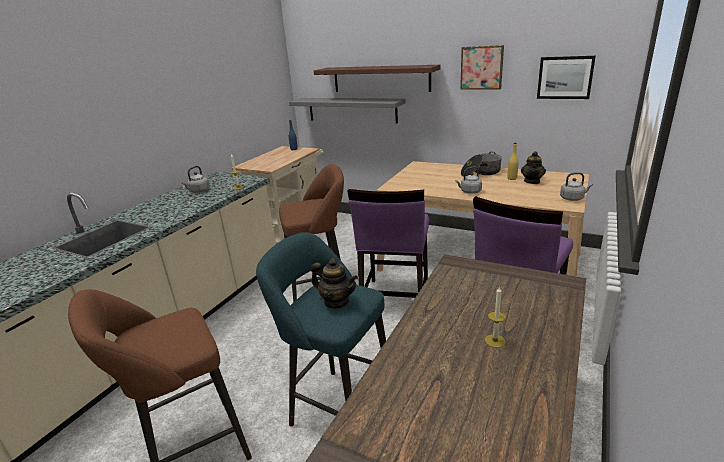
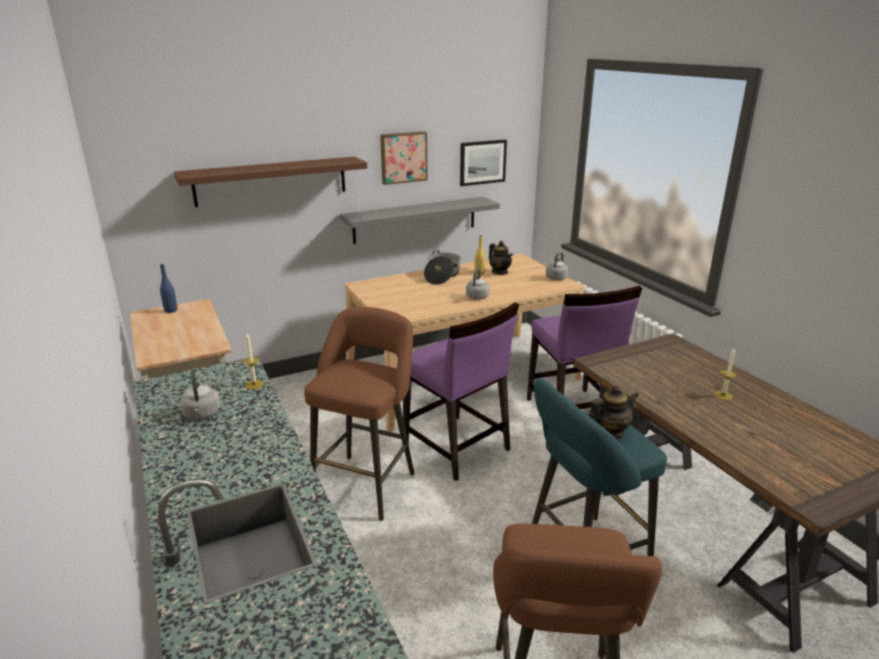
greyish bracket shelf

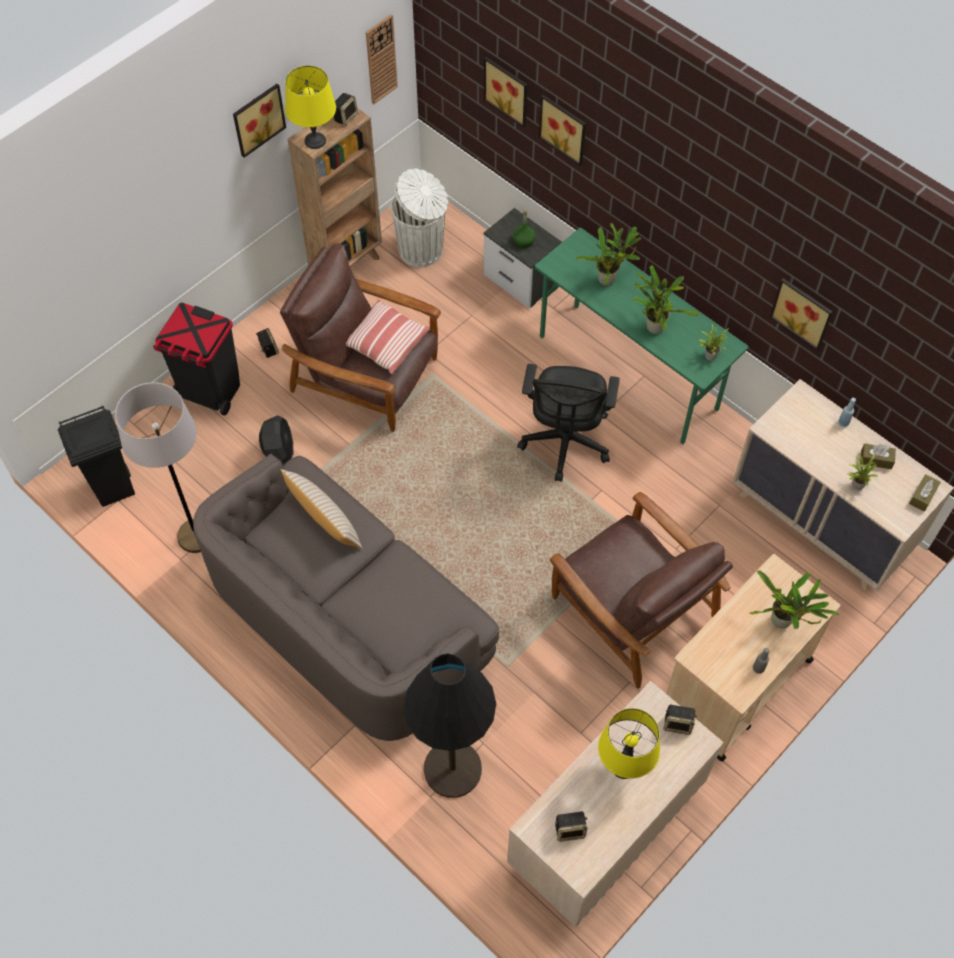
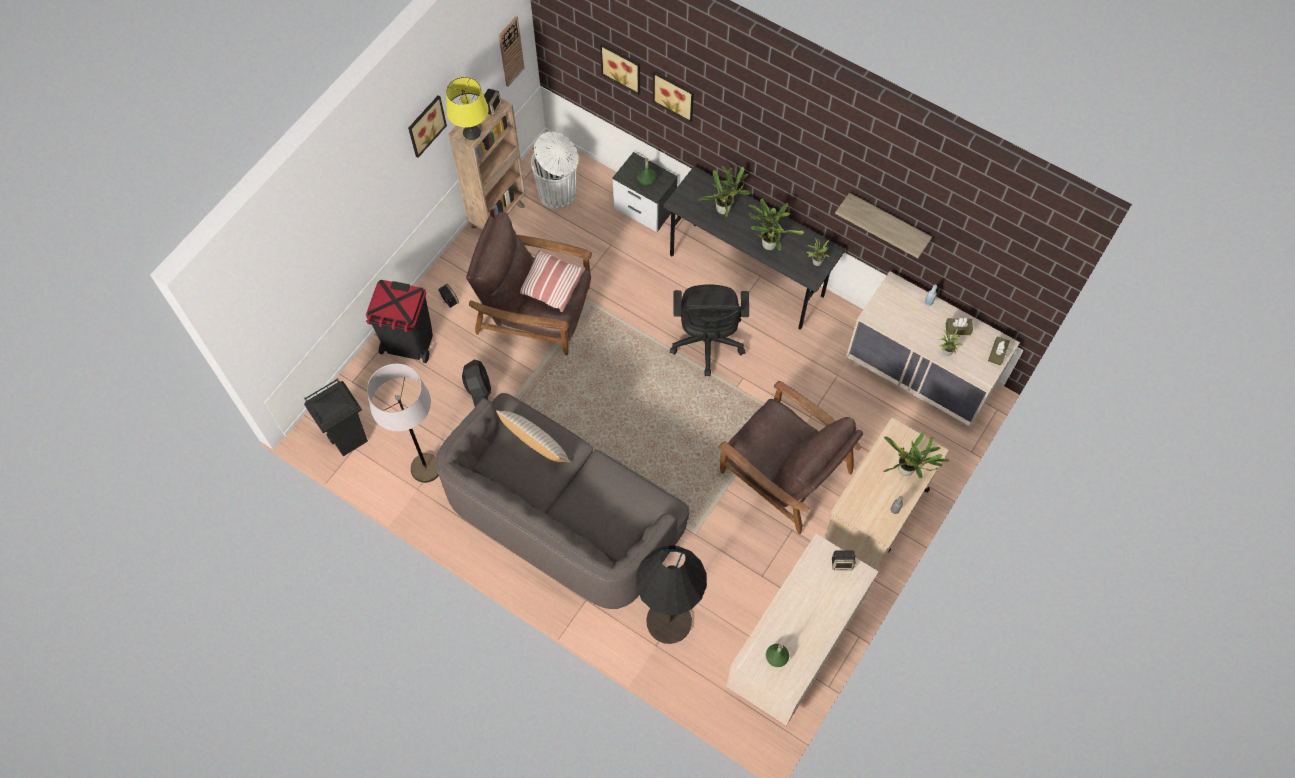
greyish desk
green-coloured beverage bottle (2nd from left)
yellow table lamp (2nd from left in the first image)
bracket shelf

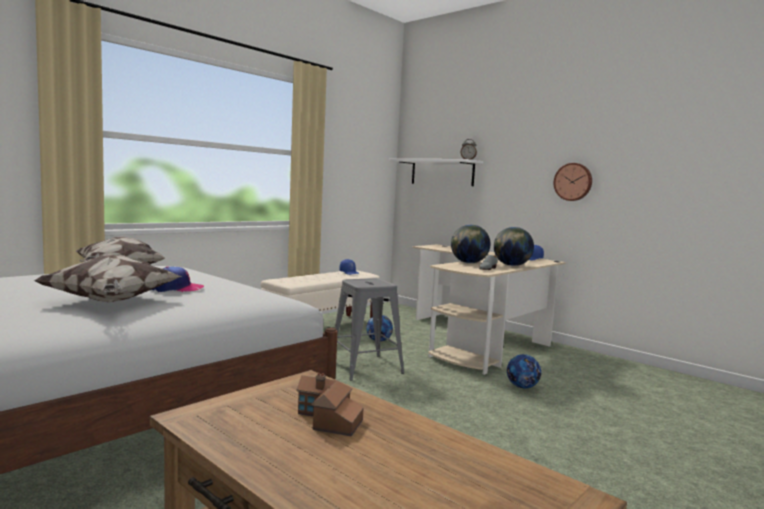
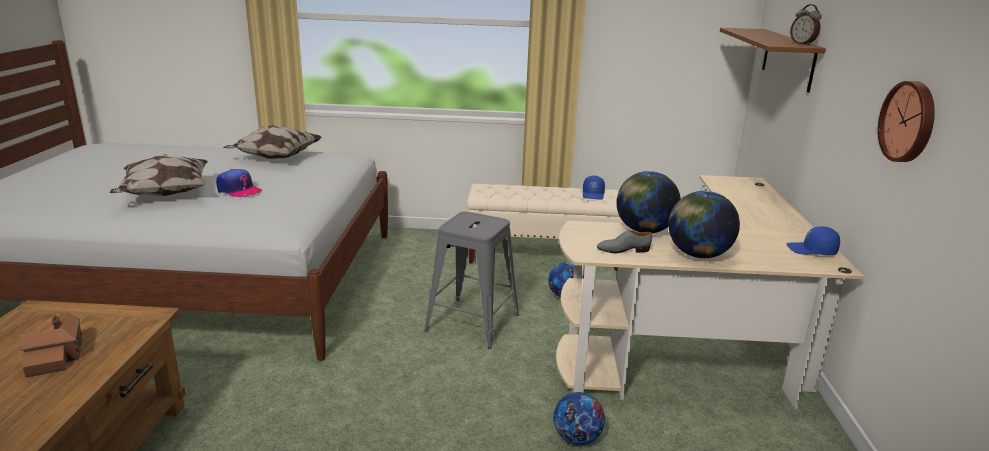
brownish bracket shelf

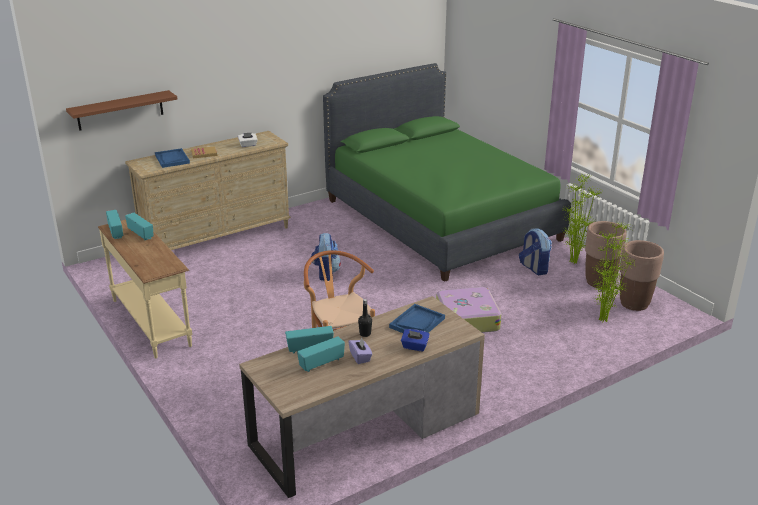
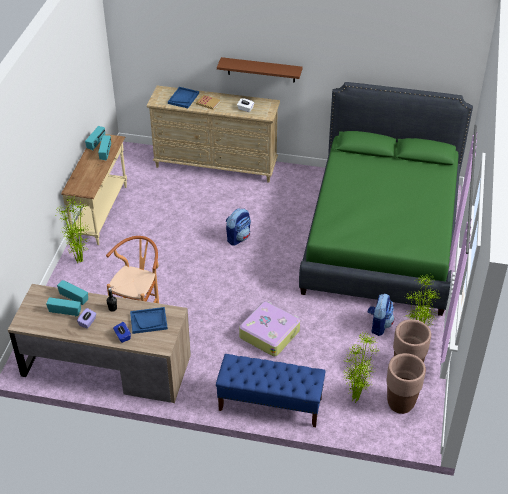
brownish bracket shelf
houseplant (1st from left)
bluish long seat

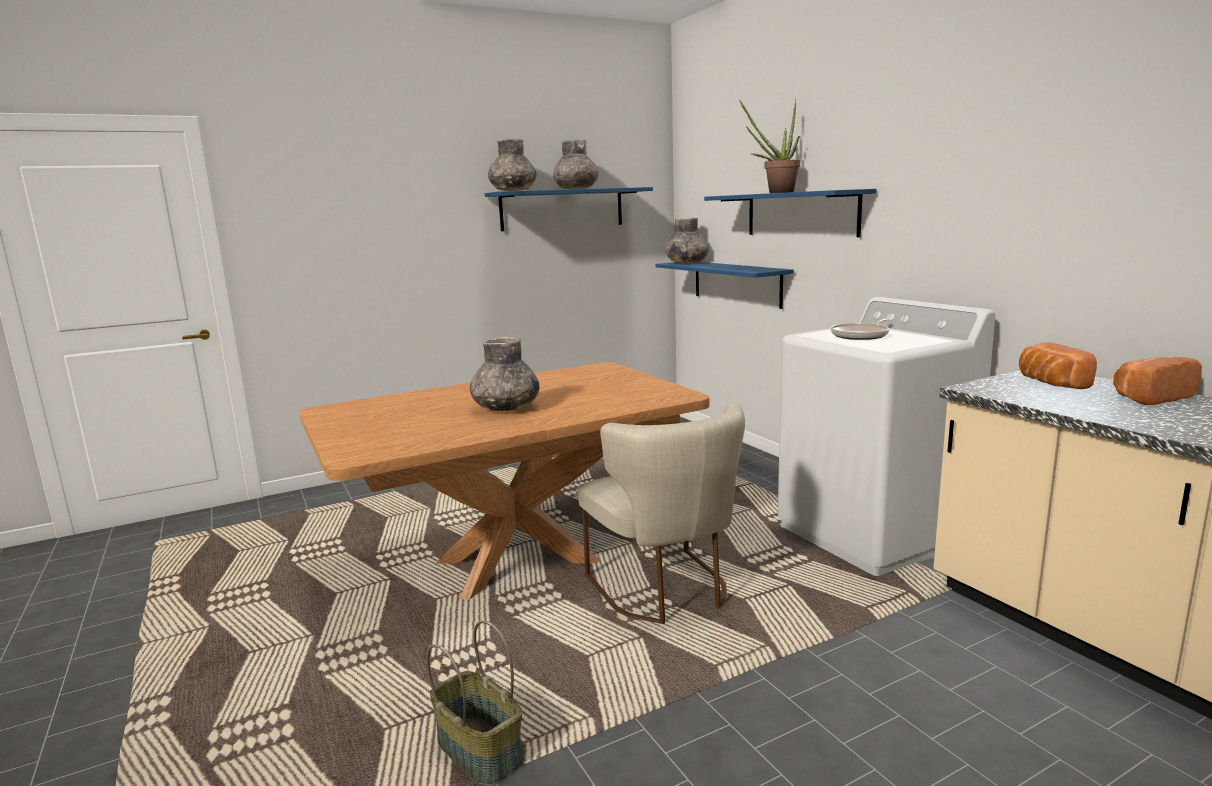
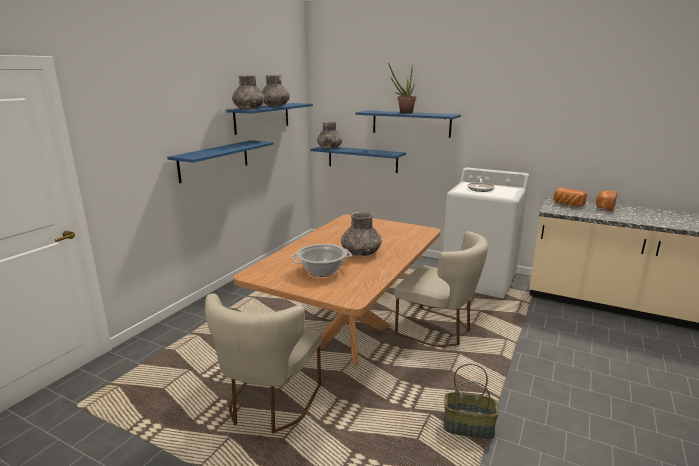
bluish bracket shelf (1st from left)
sand-coloured upright chair (1st from left)
cooking pot

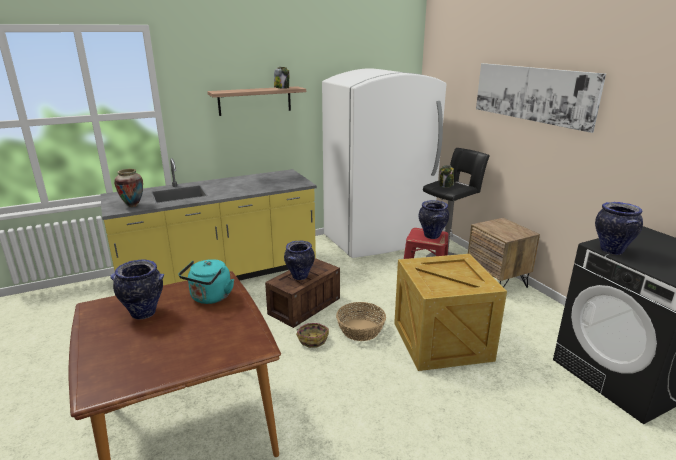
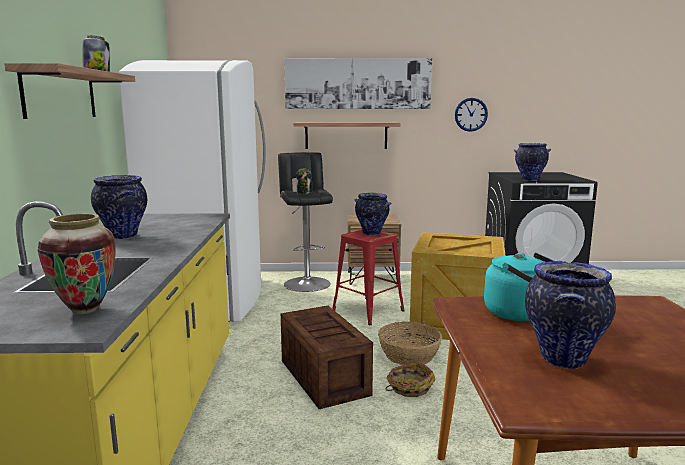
vase (2nd from left)
bracket shelf (2nd from left)
clock on the wall

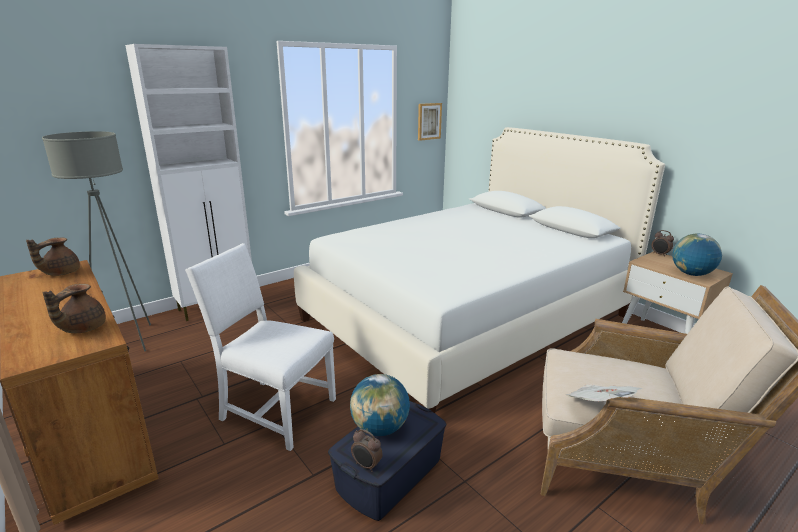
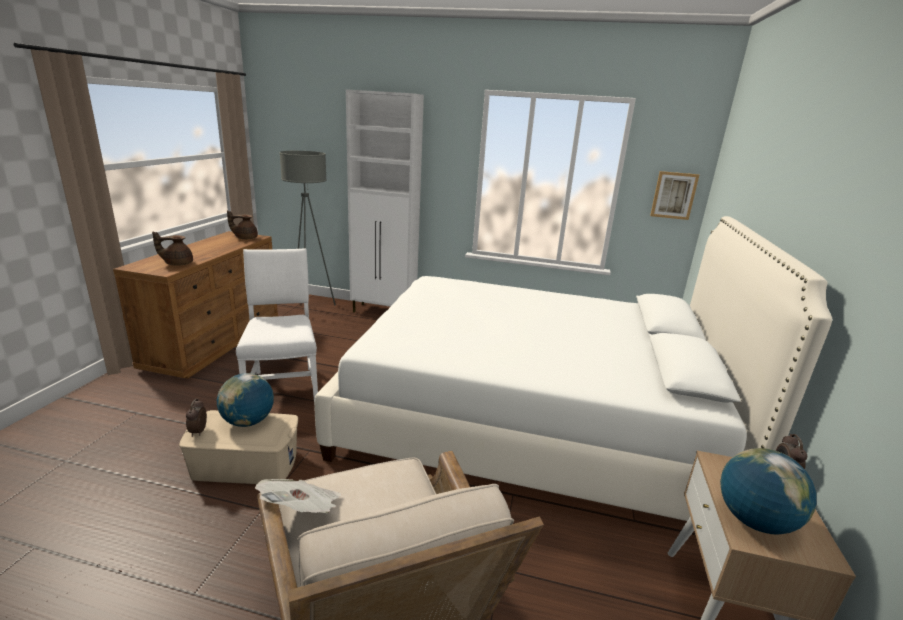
sand-coloured storage box

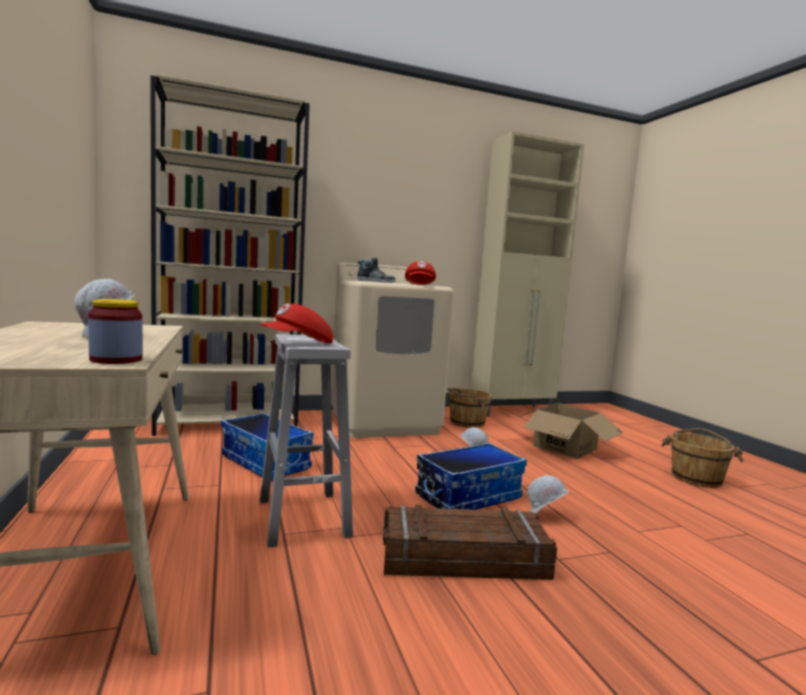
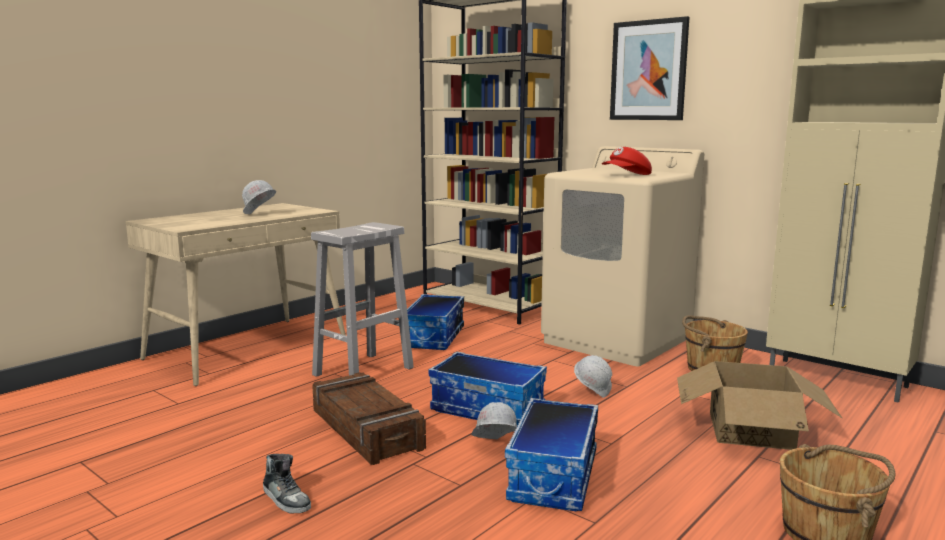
jar
reddish baseball cap (1st from left in the first image)
low shoe
storage box (3rd from left)
wall picture

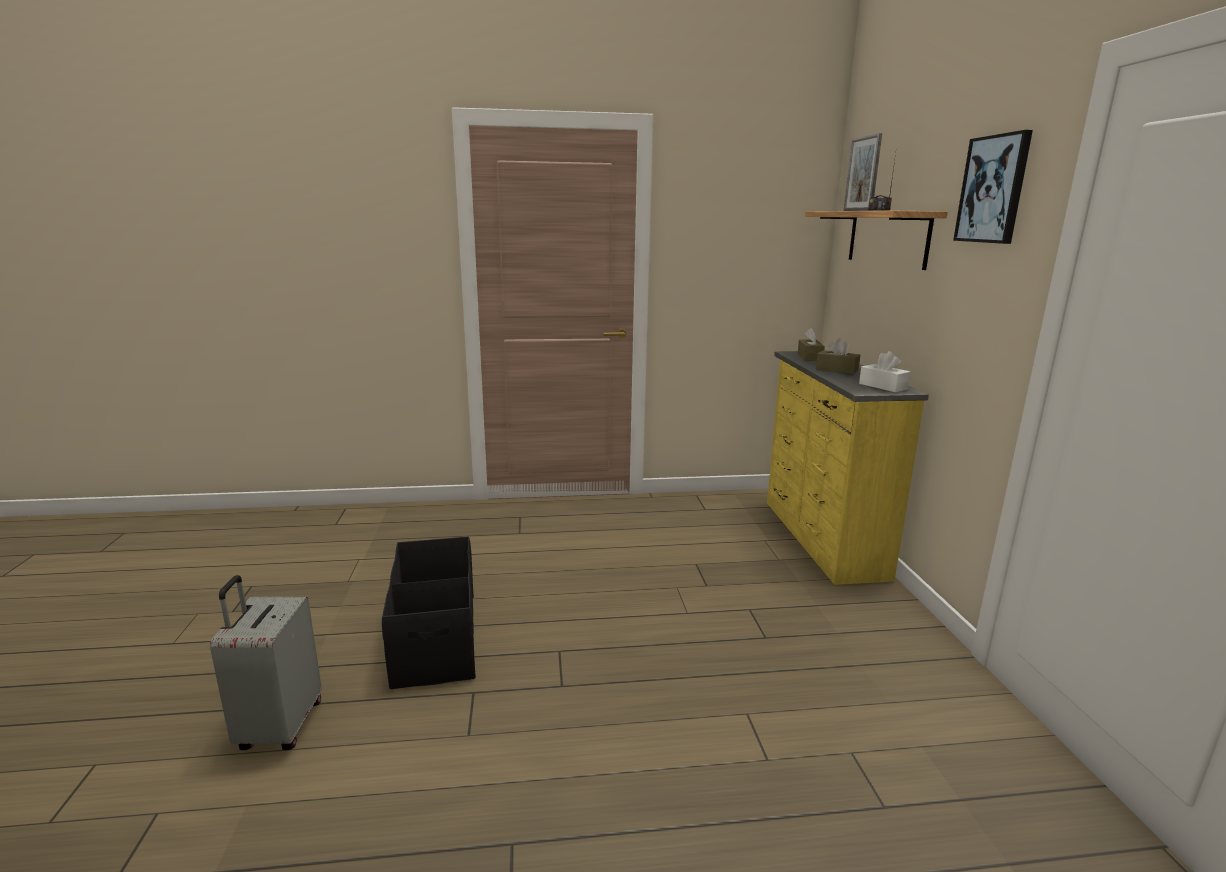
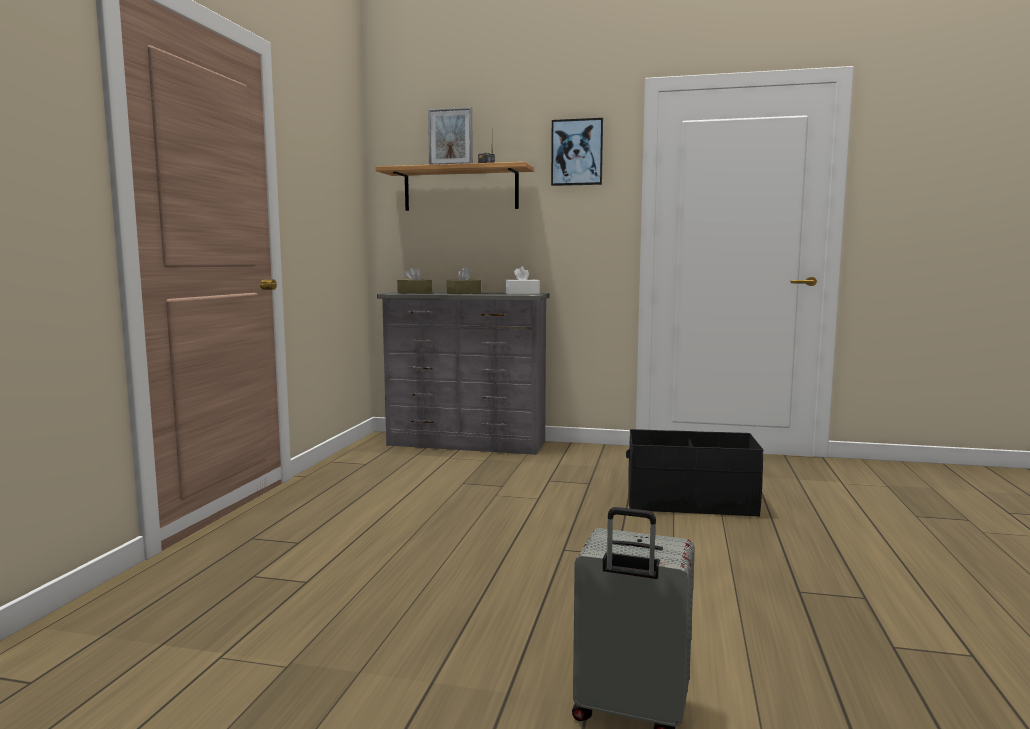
black storage box
greyish drawer chest

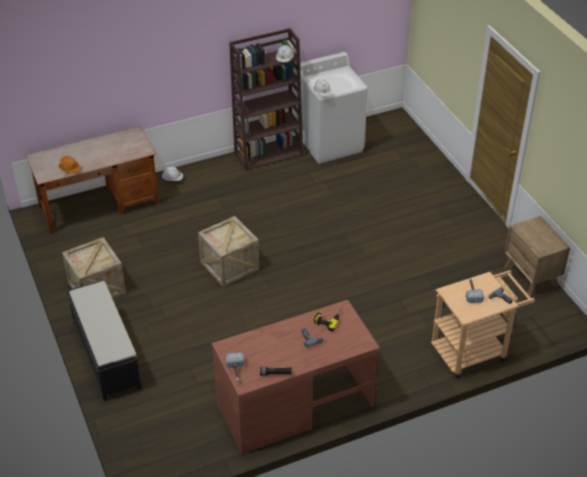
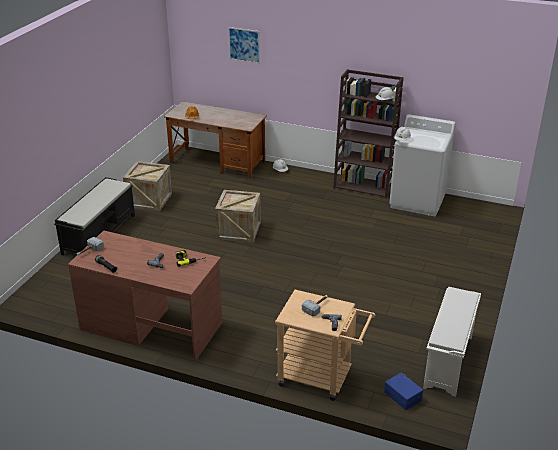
white-coloured shoe stand
wall picture
bluish storage box

